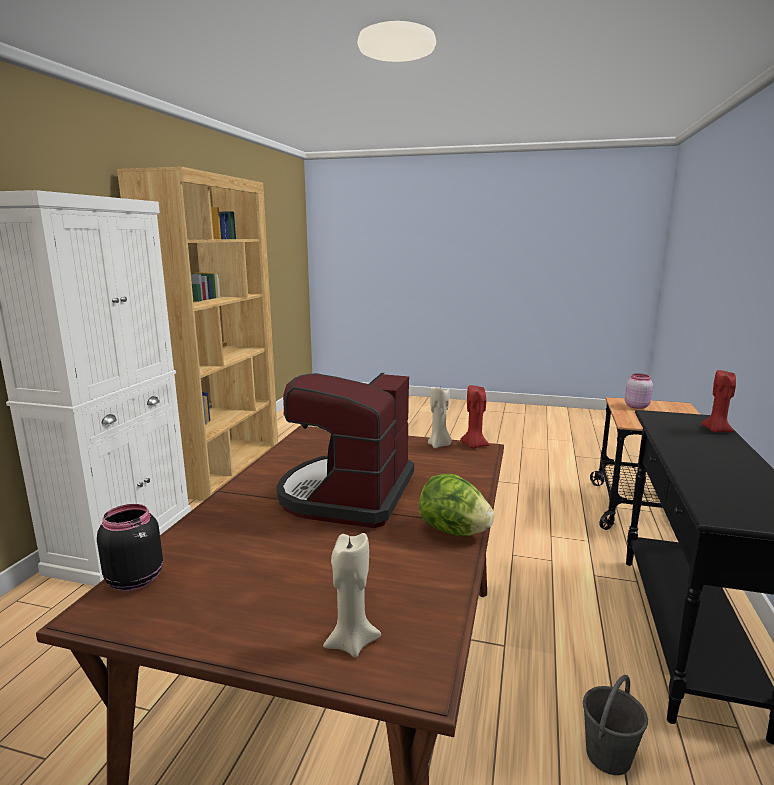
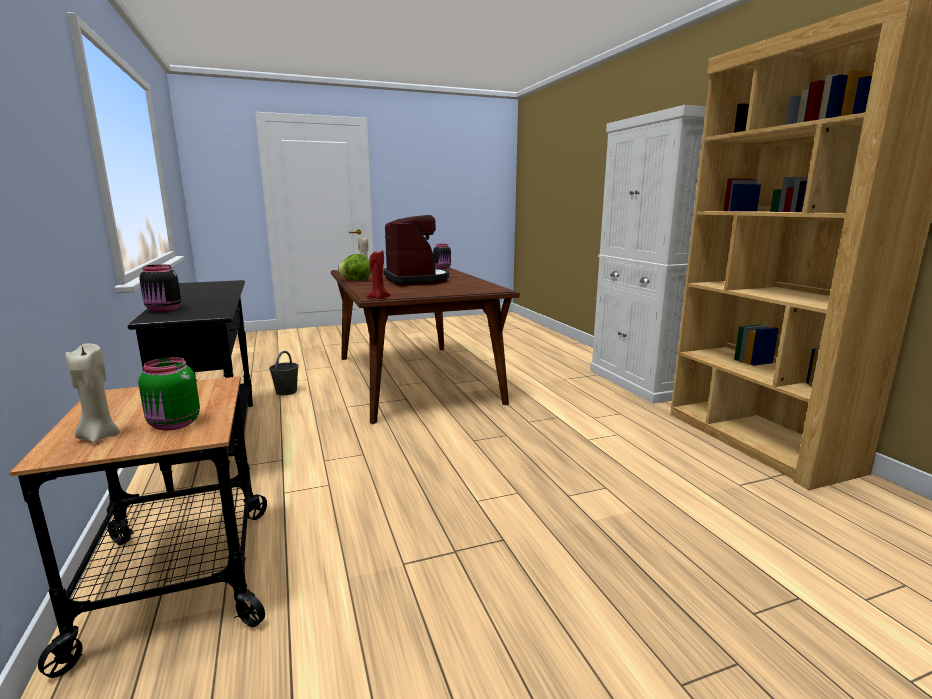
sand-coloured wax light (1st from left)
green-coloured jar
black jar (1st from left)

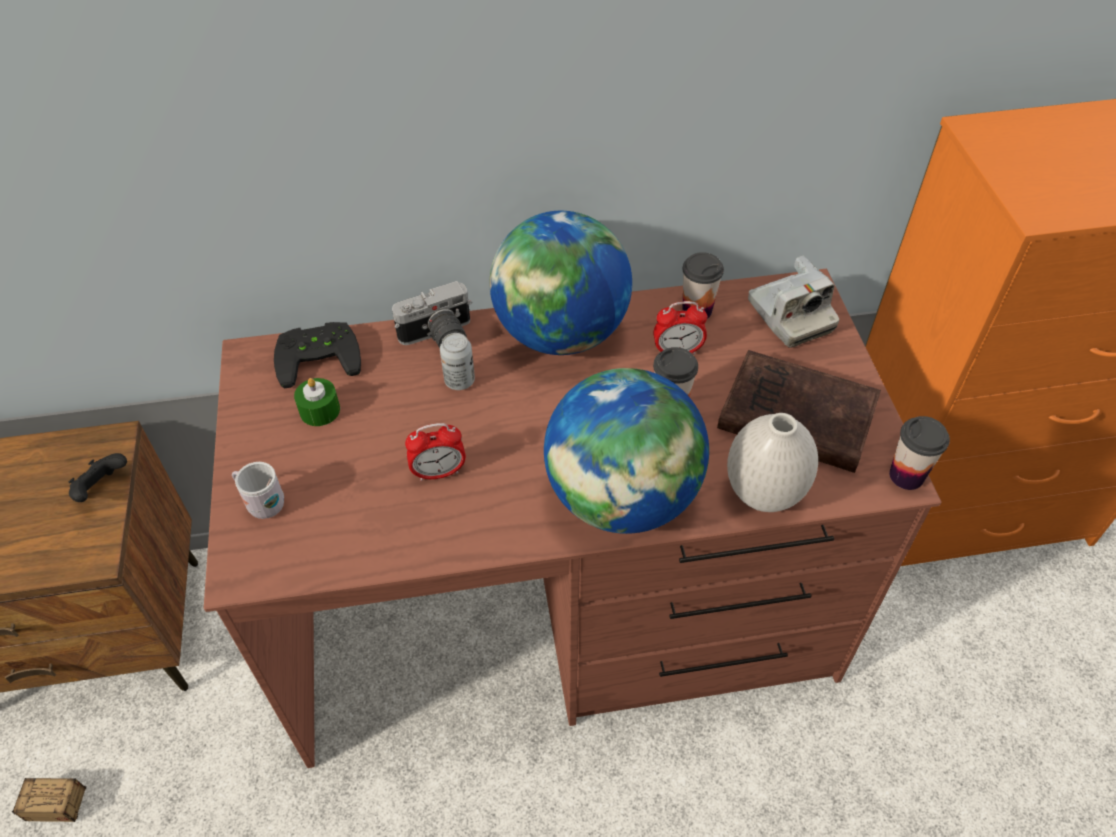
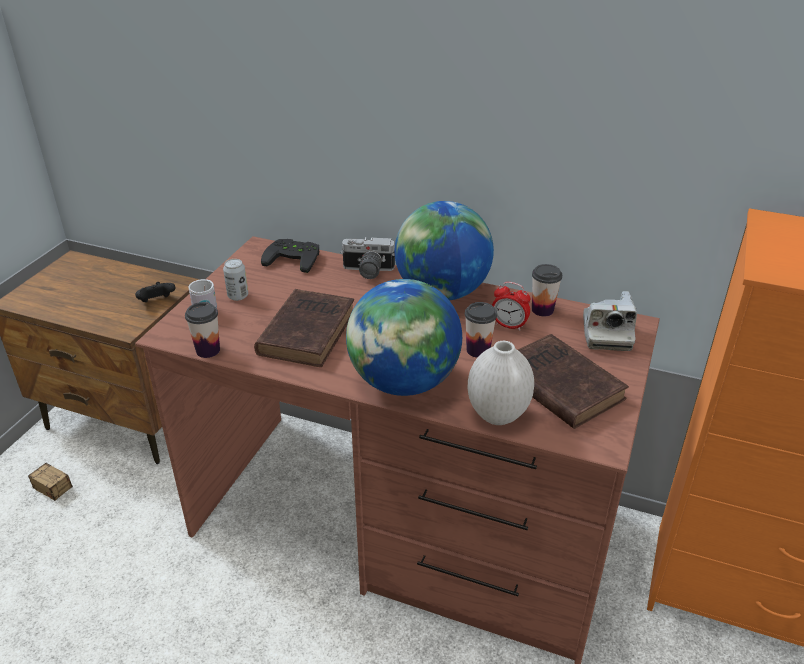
green-coloured wax light
brownish book (1st from left)
metal can
small cup (1st from left)

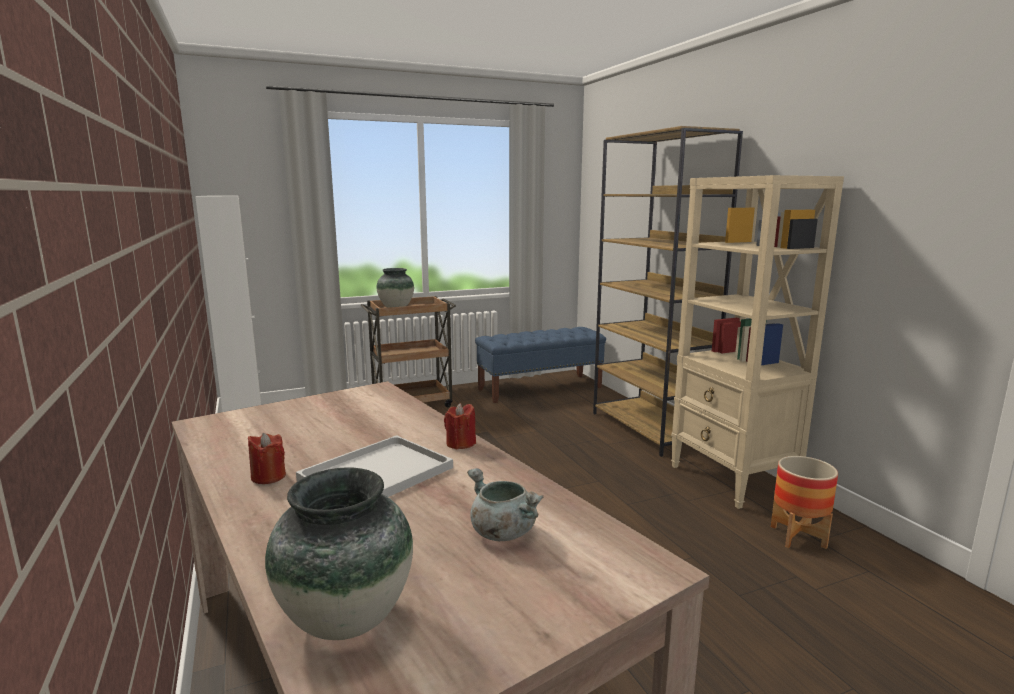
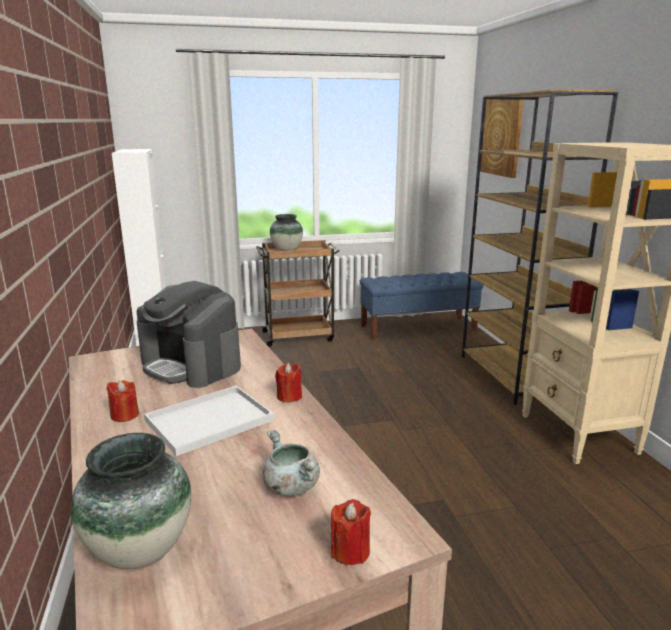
plant pot
coffee maker
reddish wax light (3rd from left)
wall picture

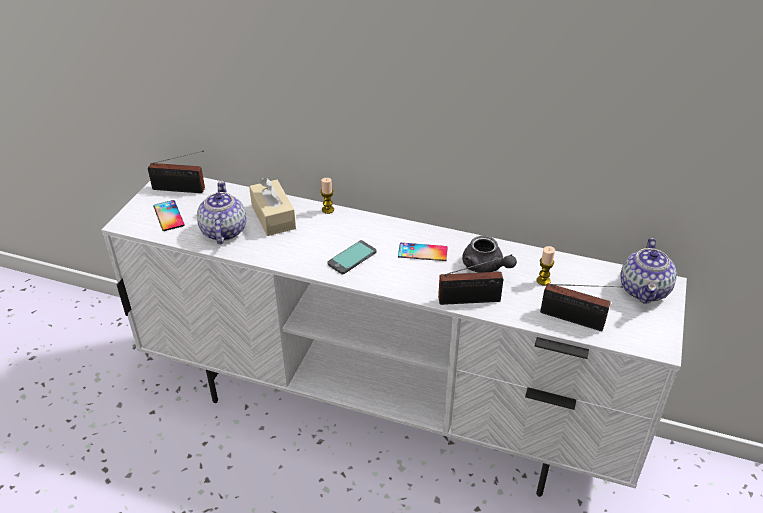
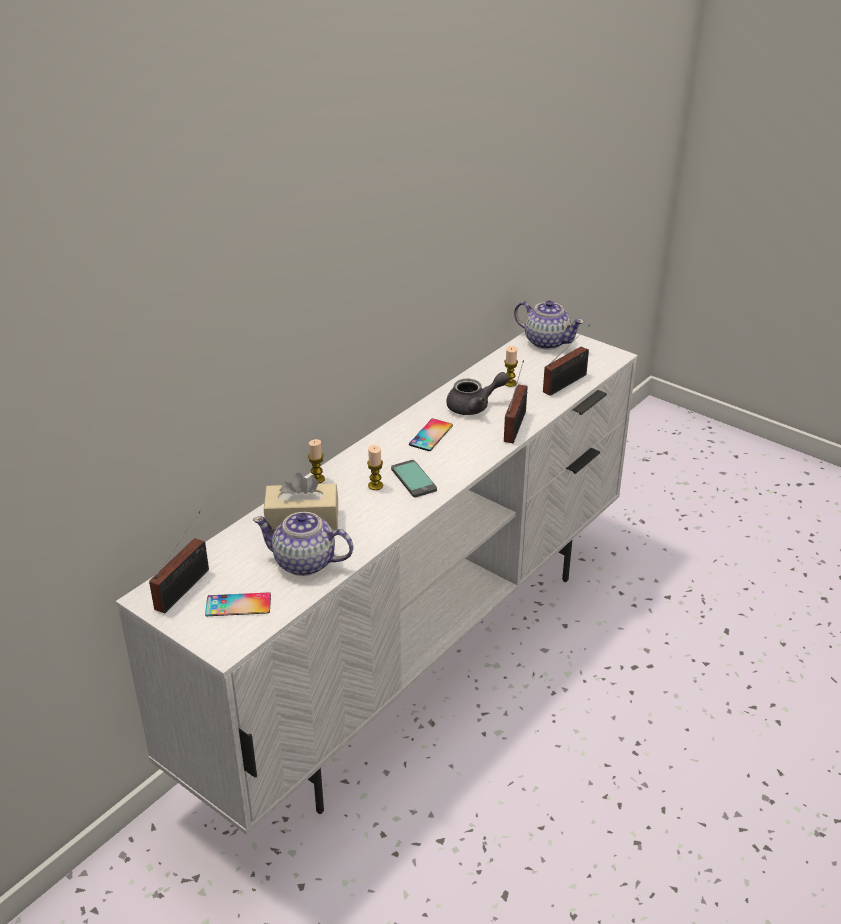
wax light (2nd from left)

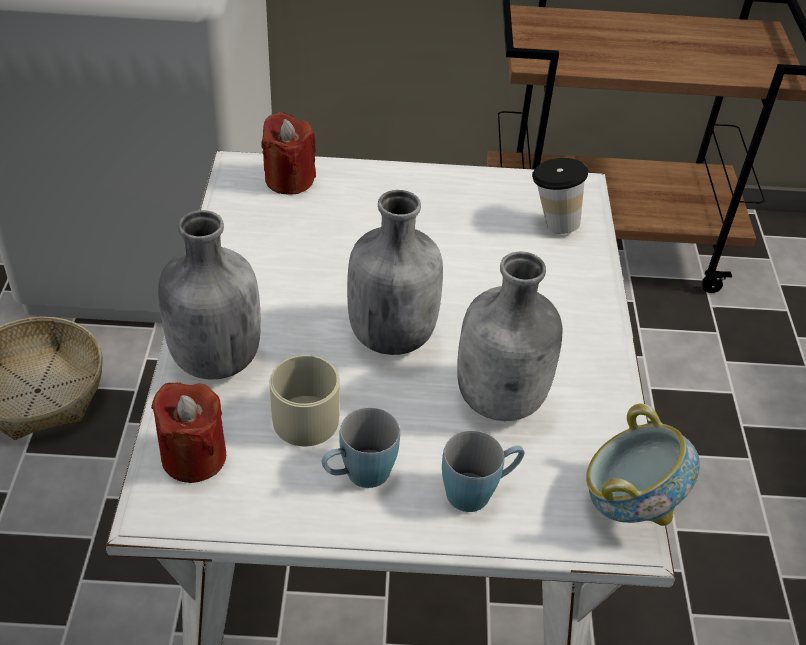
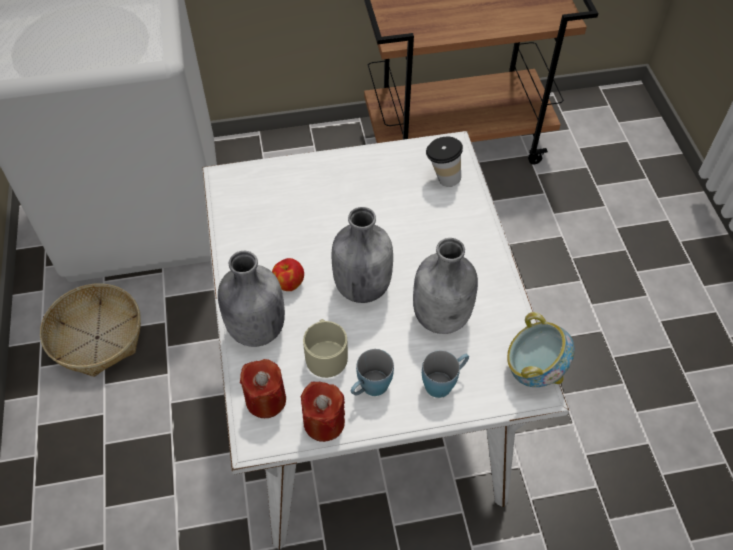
reddish wax light (2nd from left)
apple fruit

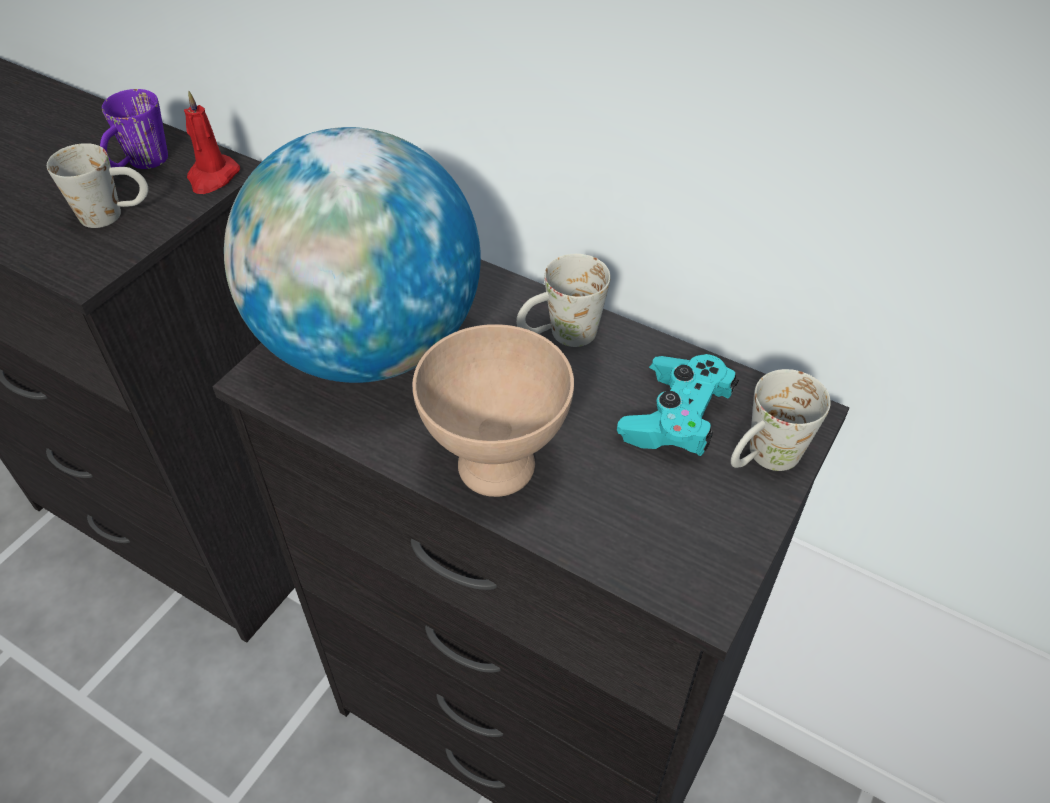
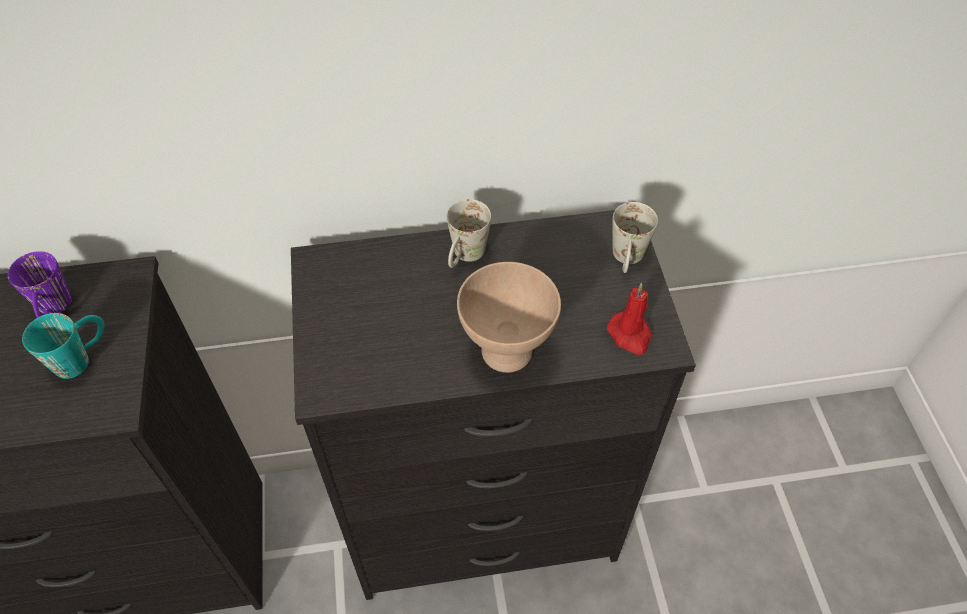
turquoise-coloured mug
reddish wax light
world globe
turquoise-coloured gamepad

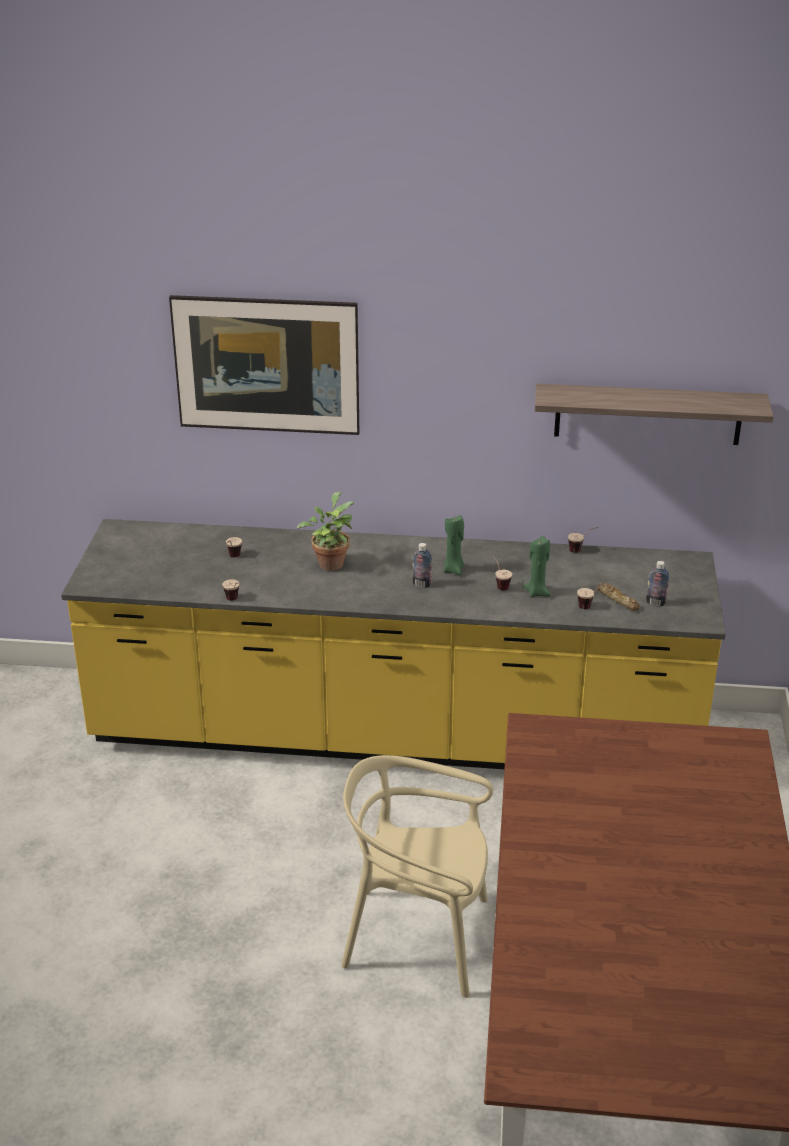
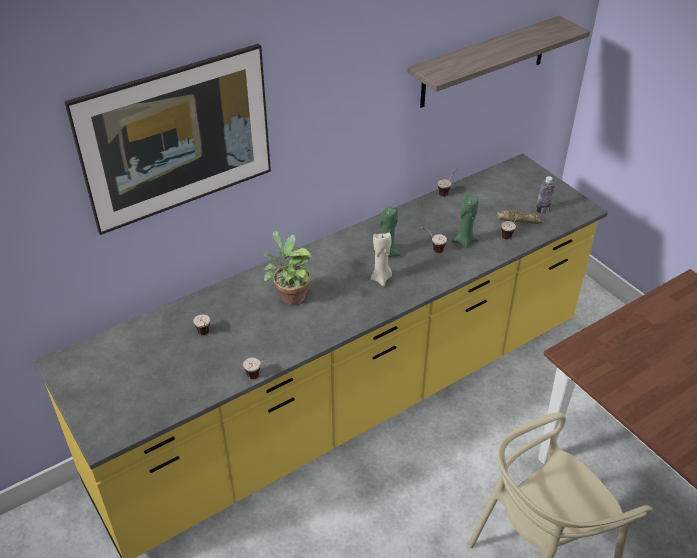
sand-coloured wax light

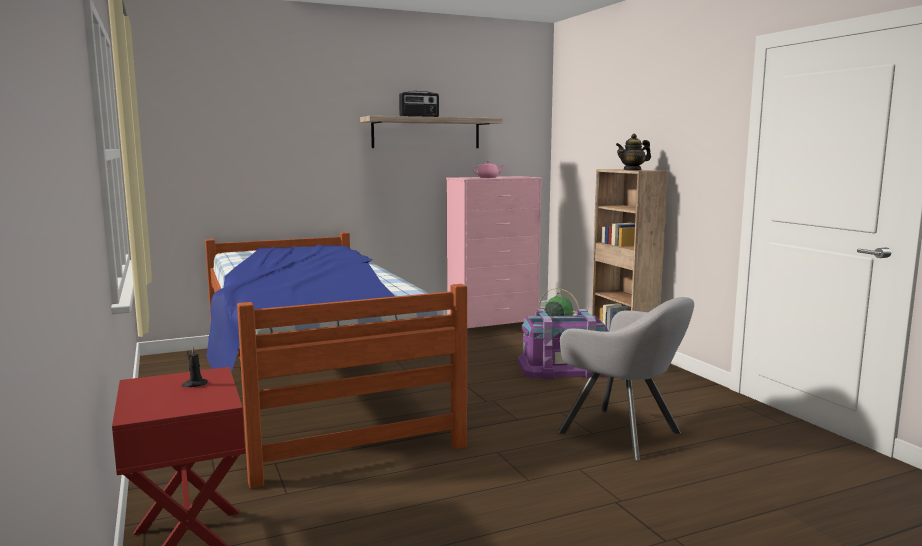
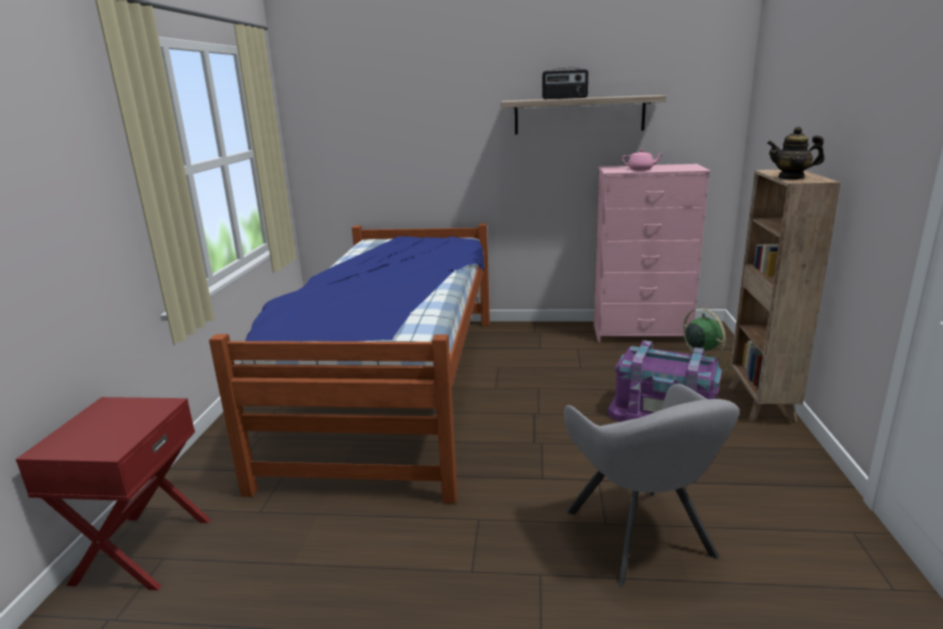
black wax light

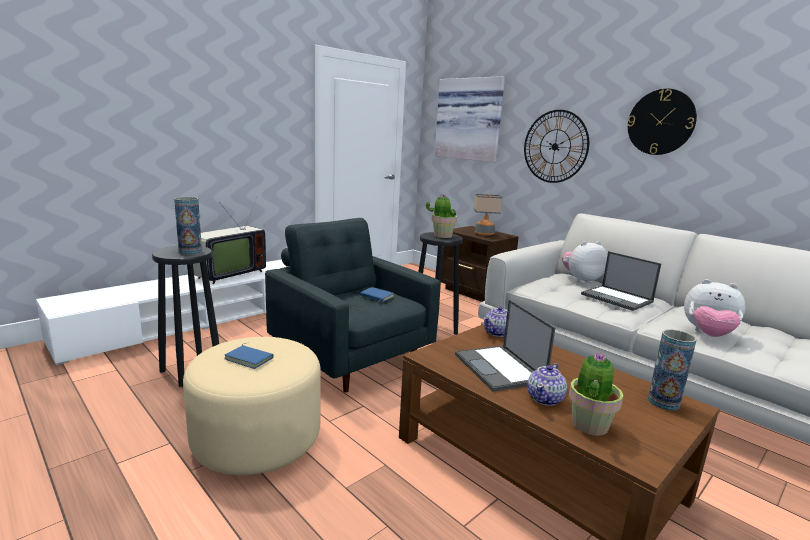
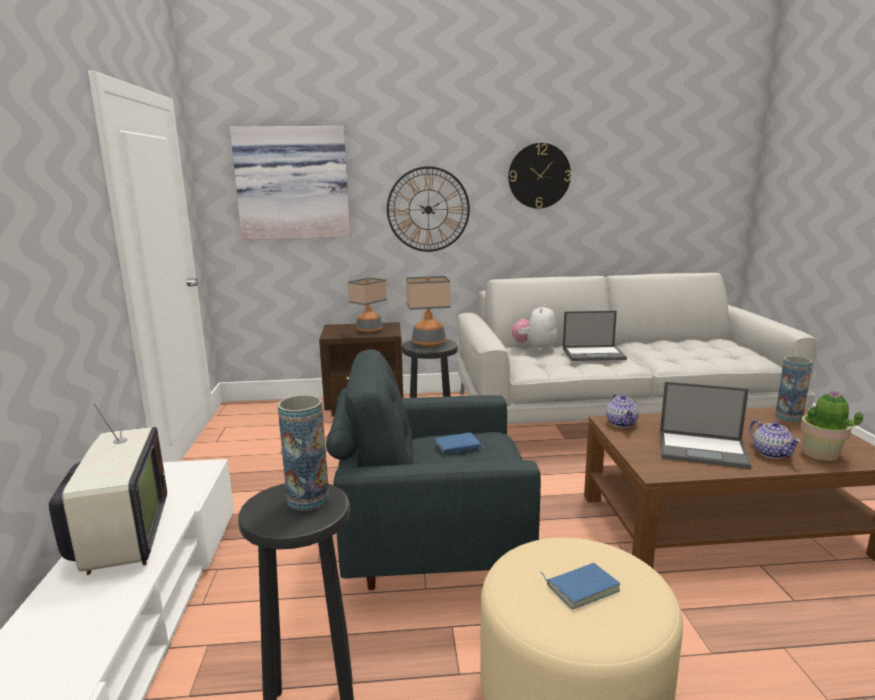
table lamp (2nd from left)
plush toy (2nd from left in the first image)

